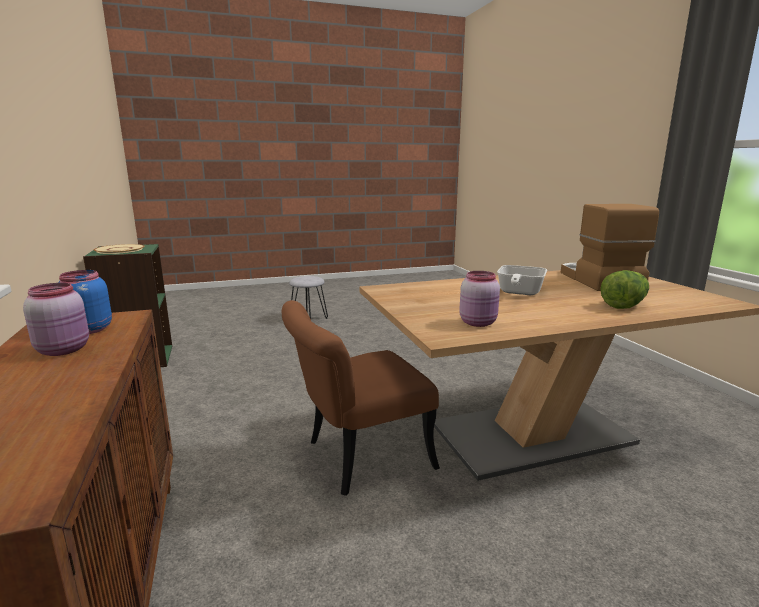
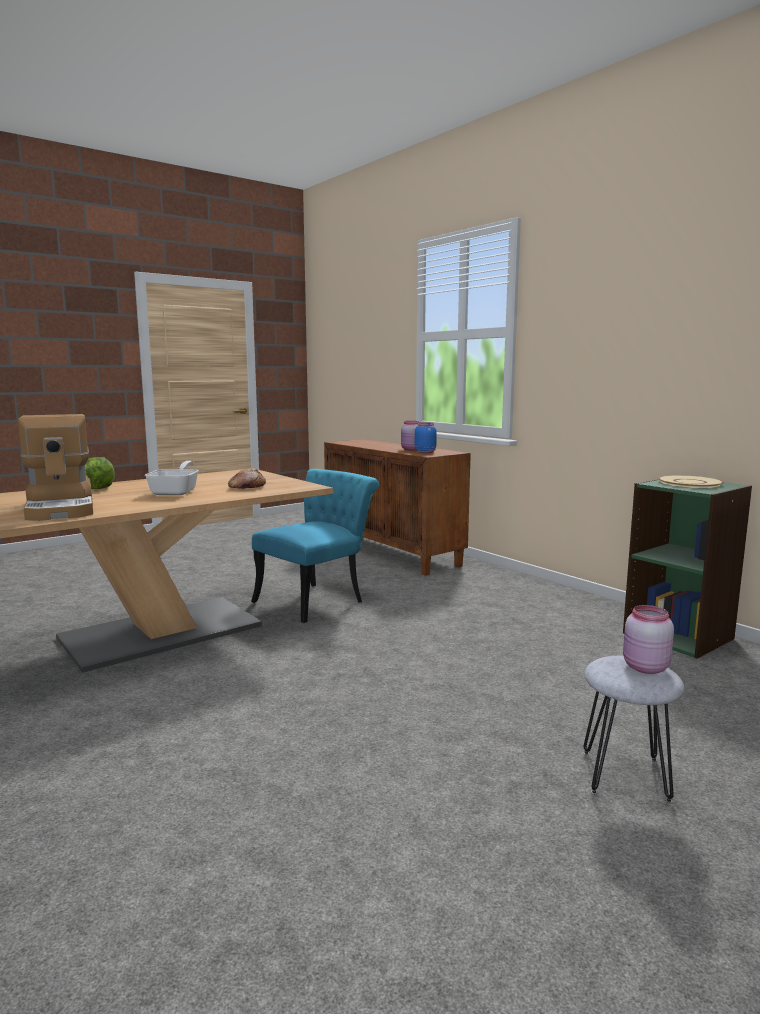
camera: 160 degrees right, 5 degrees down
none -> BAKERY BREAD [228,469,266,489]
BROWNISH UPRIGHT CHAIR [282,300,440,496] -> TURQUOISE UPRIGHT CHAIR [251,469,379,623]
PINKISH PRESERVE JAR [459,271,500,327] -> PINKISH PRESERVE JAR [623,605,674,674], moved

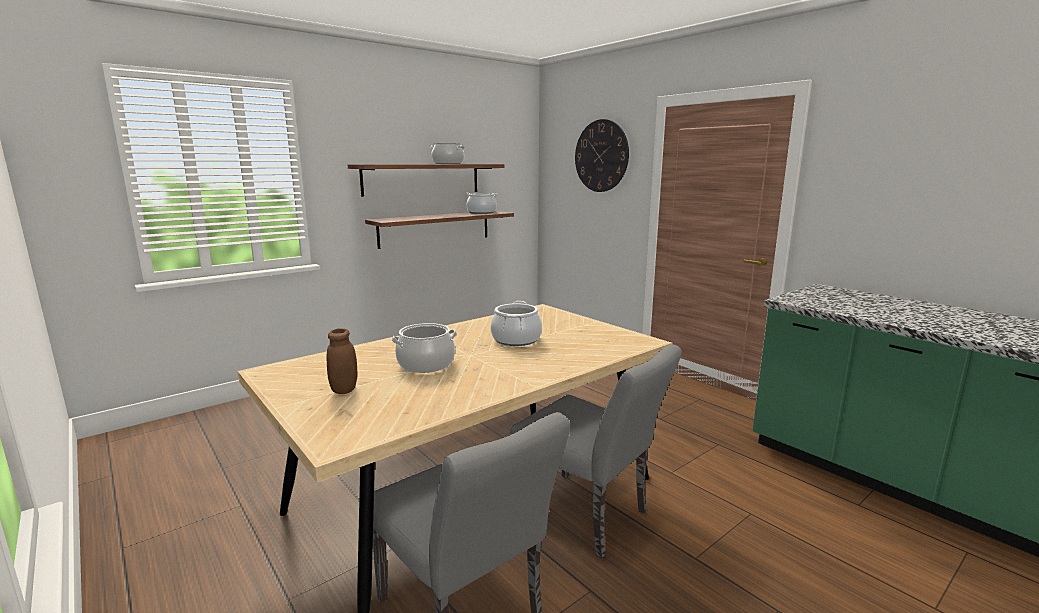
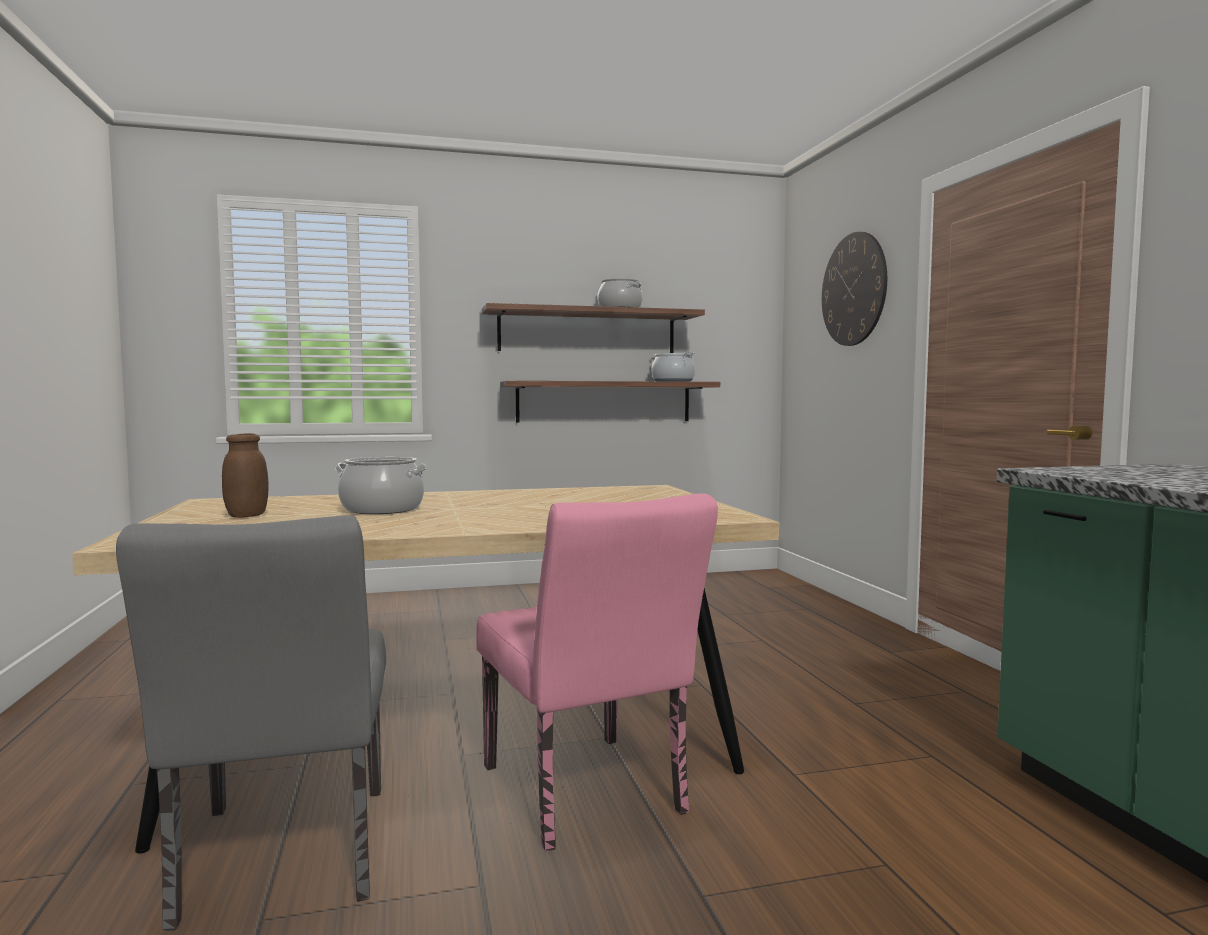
camera: 25 degrees right, 10 degrees down
GREY UPRIGHT CHAIR [510,344,682,558] -> PINKISH UPRIGHT CHAIR [476,493,718,851]
SAUCEPOT [490,301,542,346] -> none

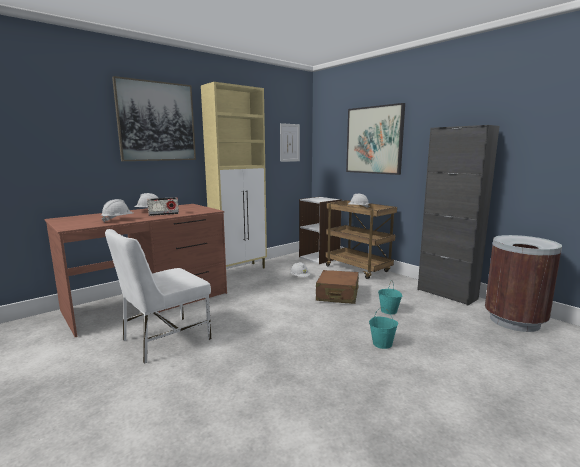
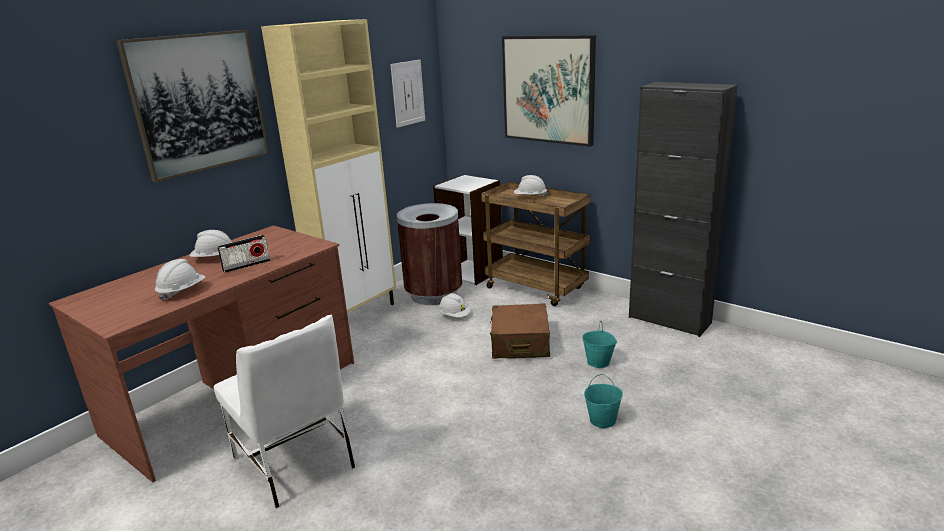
camera: 10 degrees left, 10 degrees up
WHITE-COLOURED UPRIGHT CHAIR [105,229,211,364] -> WHITE-COLOURED UPRIGHT CHAIR [214,315,355,509], 75 degrees counterclockwise
BROWNISH TRASH CAN [485,235,562,332] -> BROWNISH TRASH CAN [397,203,462,305], moved

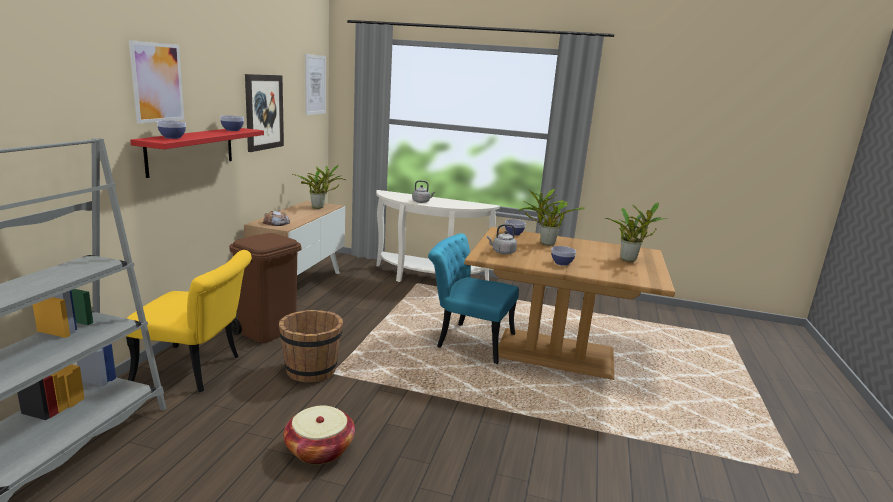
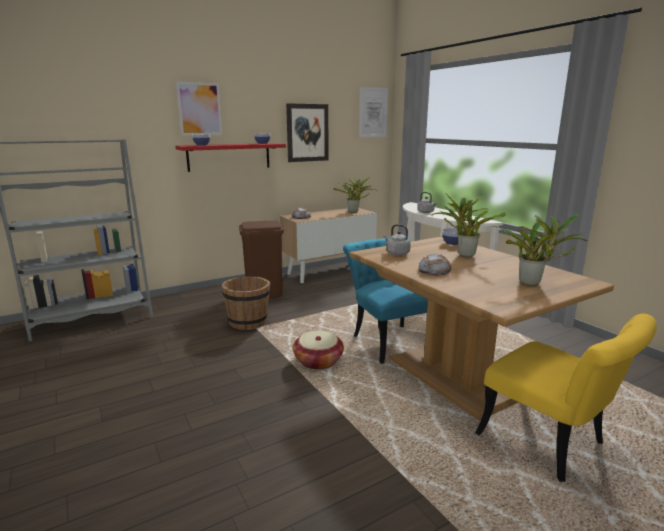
camera: 45 degrees right, 0 degrees up
BASKET [284,406,355,465] -> BASKET [293,331,344,370], moved
BOWL [551,246,576,266] -> BAKERY BREAD [419,254,452,276]
YELLOW-COLOURED UPRIGHT CHAIR [126,250,252,392] -> YELLOW-COLOURED UPRIGHT CHAIR [475,314,657,482], moved

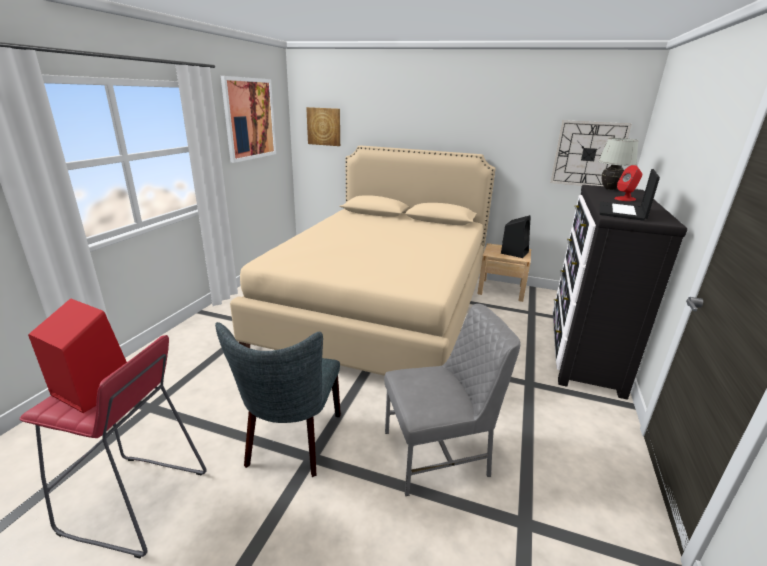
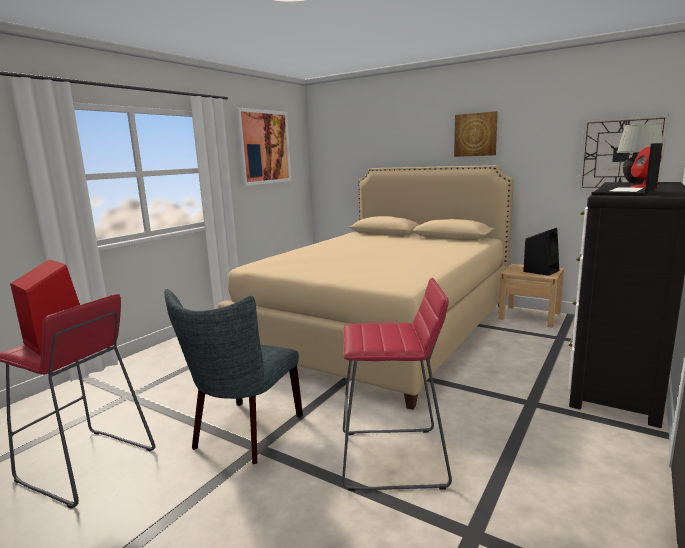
camera: 15 degrees right, 10 degrees down
GREY UPRIGHT CHAIR [384,304,521,496] -> RED STOOL SEAT [342,278,452,491]
PICTURE [306,107,340,146] -> PICTURE [454,111,498,157], moved

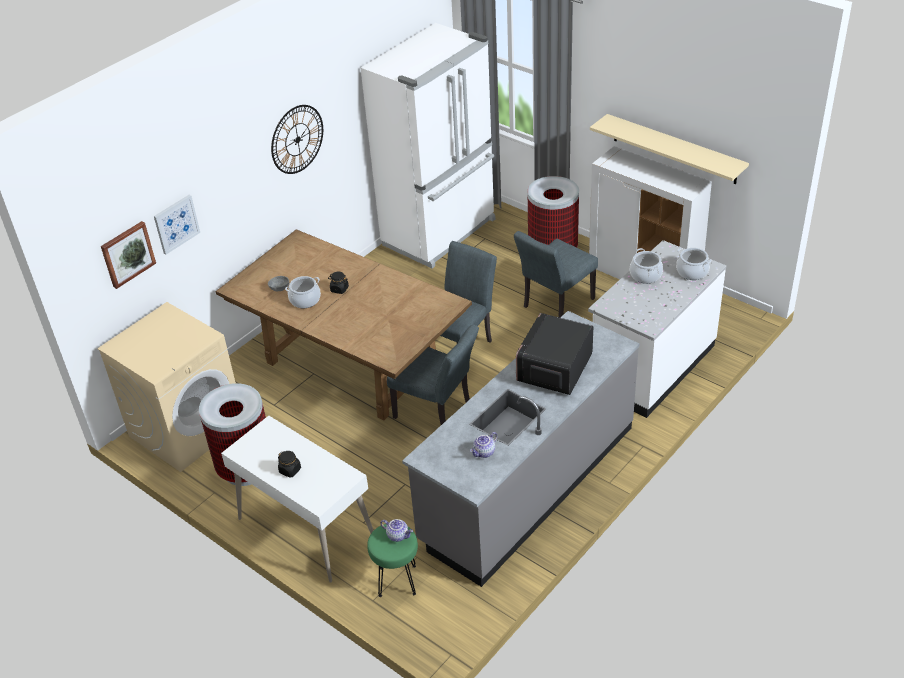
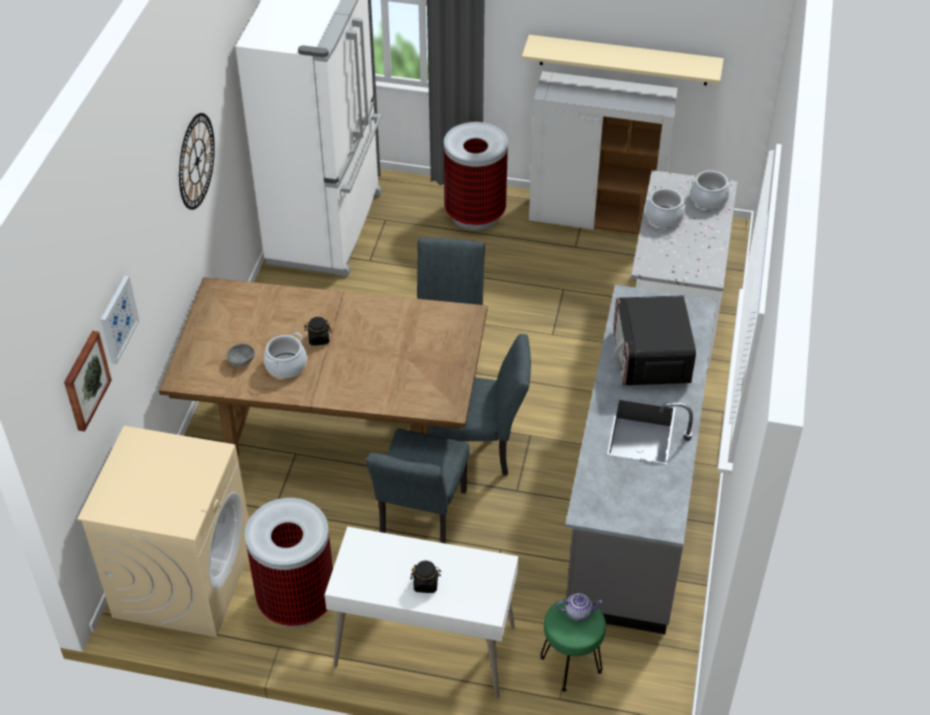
camera: 30 degrees left, 5 degrees up
GREY UPRIGHT CHAIR [514,231,598,318] -> GREY UPRIGHT CHAIR [366,429,470,544], moved
POT FOR TEA [470,432,497,458] -> none

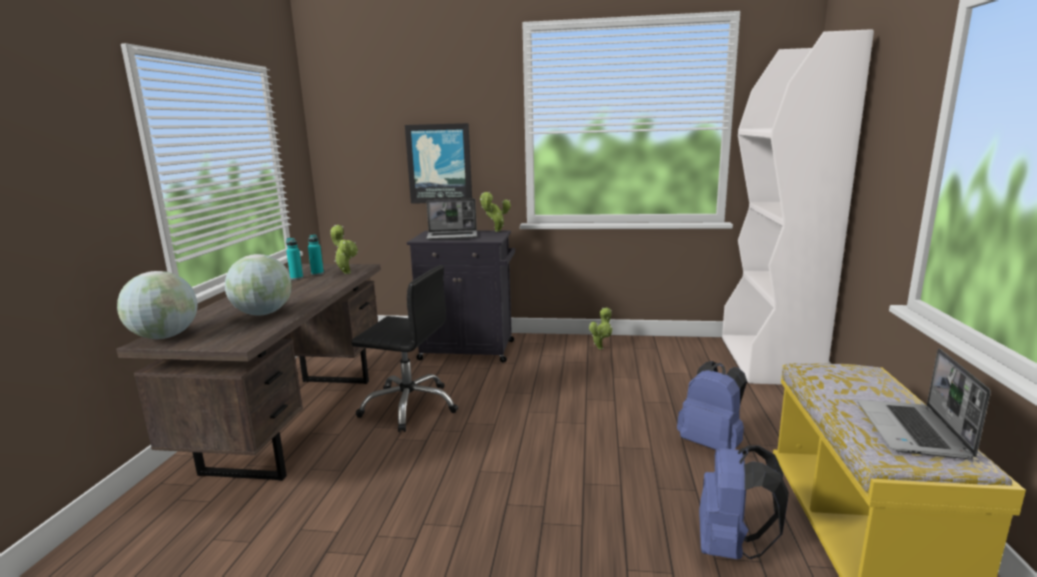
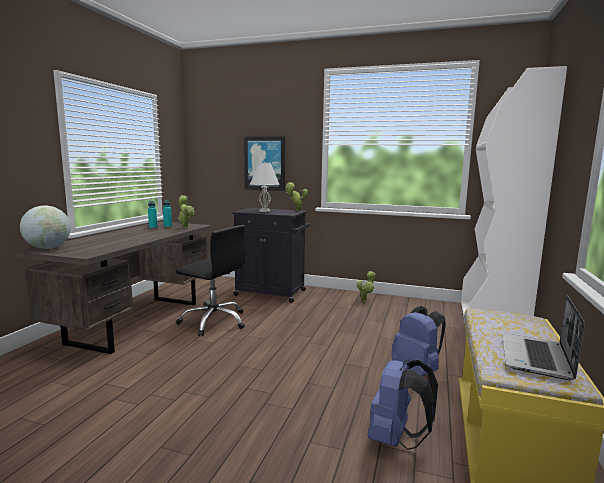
camera: 10 degrees right, 5 degrees down
LAPTOP [426,198,477,240] -> WHITE-COLOURED LAMP FOR A TABLE [250,162,280,212]
DESK GLOBE [225,254,292,316] -> none

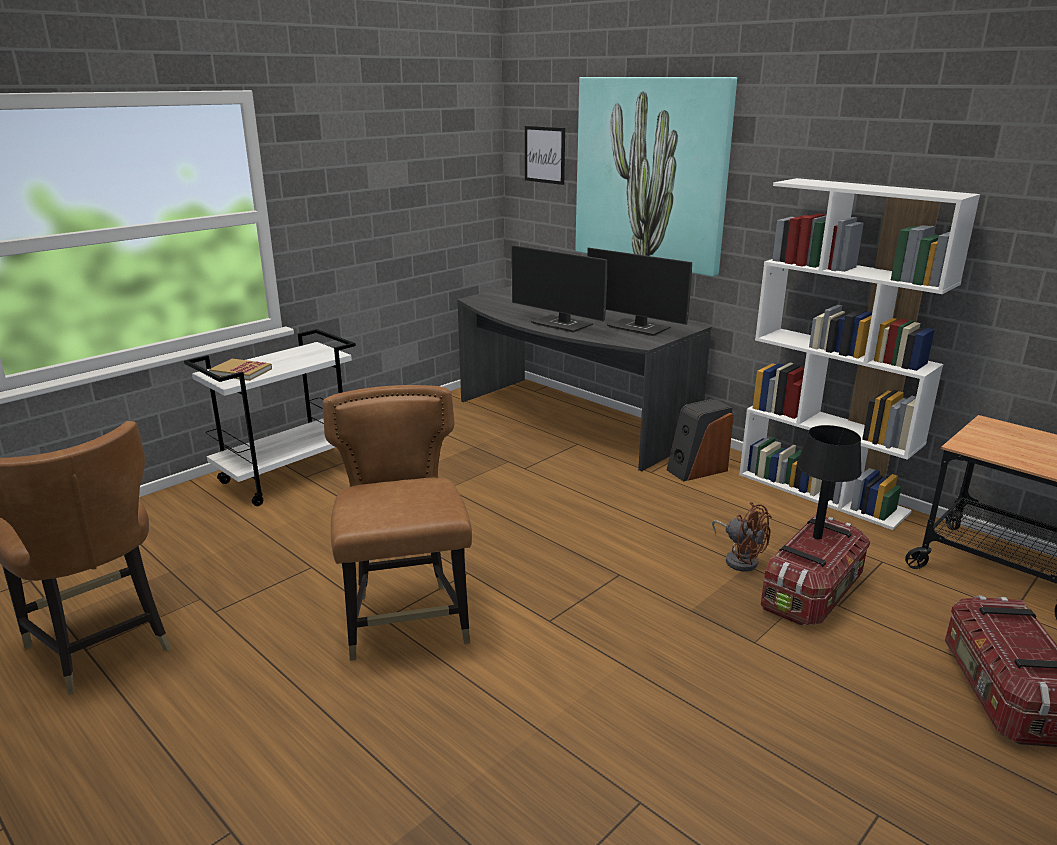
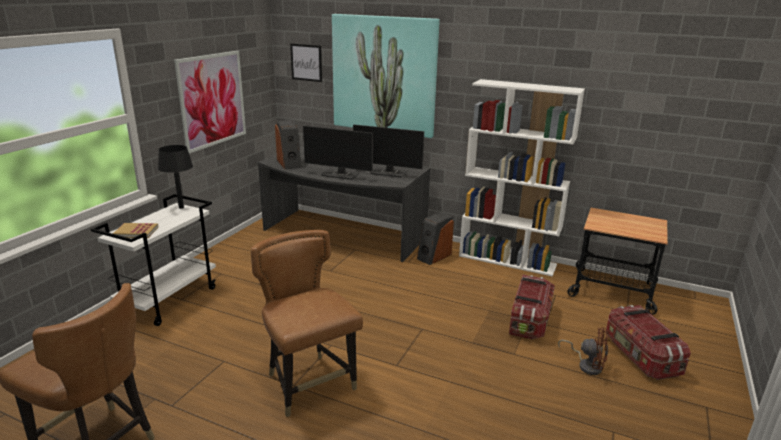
camera: 20 degrees left, 0 degrees up
BLACKISH LAMP FOR A TABLE [797,425,862,539] -> BLACKISH LAMP FOR A TABLE [158,145,193,209], moved
none -> PICTURE [174,51,246,154]
none -> LOUDSPEAKER [275,120,301,169]
BROWNISH FAN [712,502,772,572] -> BROWNISH FAN [558,327,608,375], moved

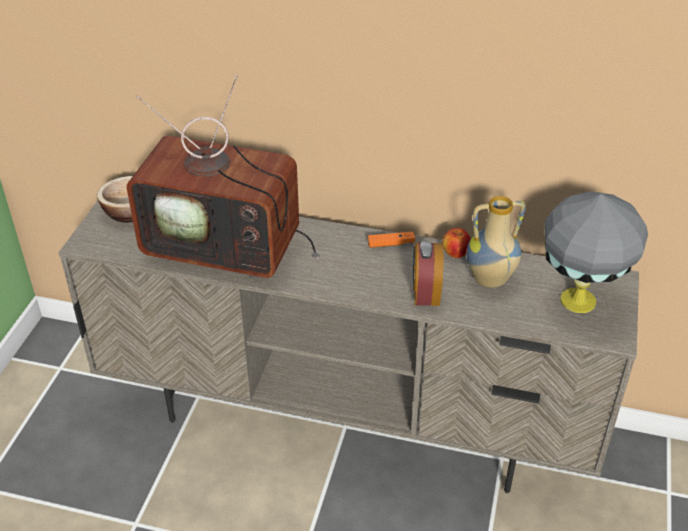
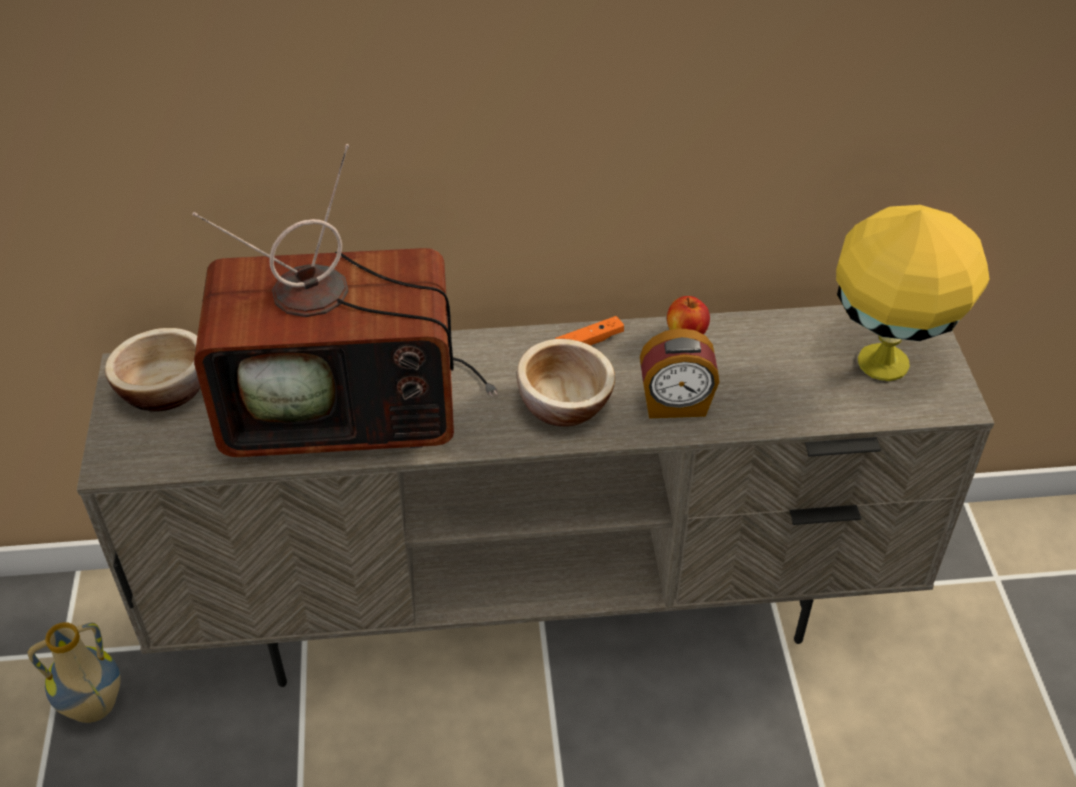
camera: 20 degrees left, 5 degrees up
FLOWER VASE [466,196,526,288] -> FLOWER VASE [27,622,121,723], moved
none -> BOWL [517,339,615,427]
ALARM CLOCK [413,241,443,306] -> ALARM CLOCK [640,328,719,418], 75 degrees counterclockwise
GREY LAMP FOR A TABLE [544,191,648,313] -> YELLOW-COLOURED LAMP FOR A TABLE [836,205,990,381]

